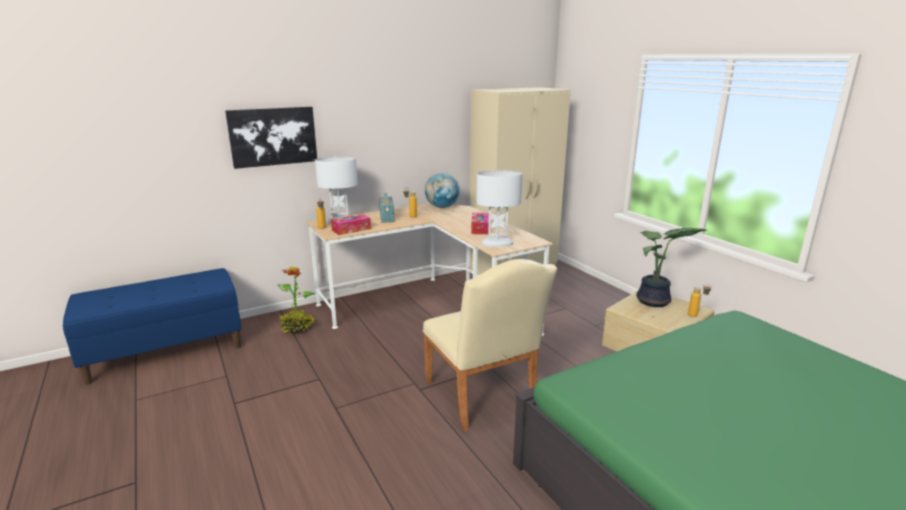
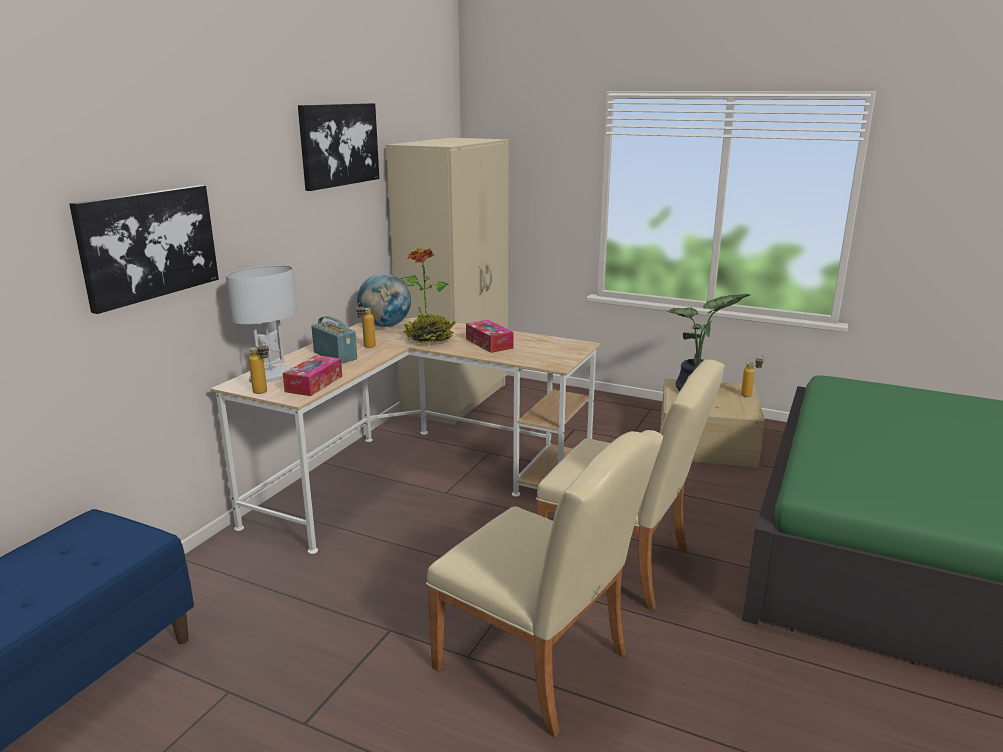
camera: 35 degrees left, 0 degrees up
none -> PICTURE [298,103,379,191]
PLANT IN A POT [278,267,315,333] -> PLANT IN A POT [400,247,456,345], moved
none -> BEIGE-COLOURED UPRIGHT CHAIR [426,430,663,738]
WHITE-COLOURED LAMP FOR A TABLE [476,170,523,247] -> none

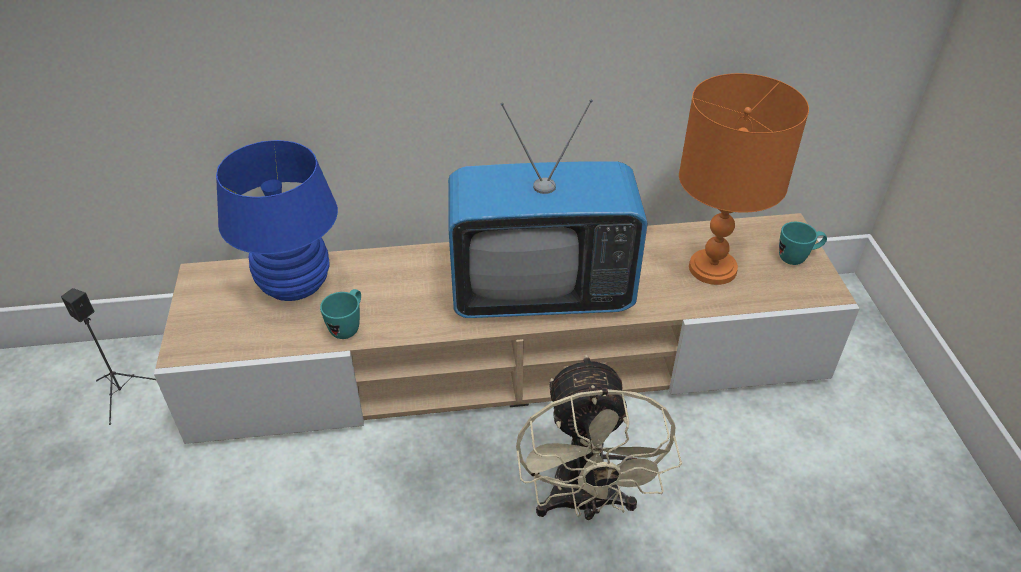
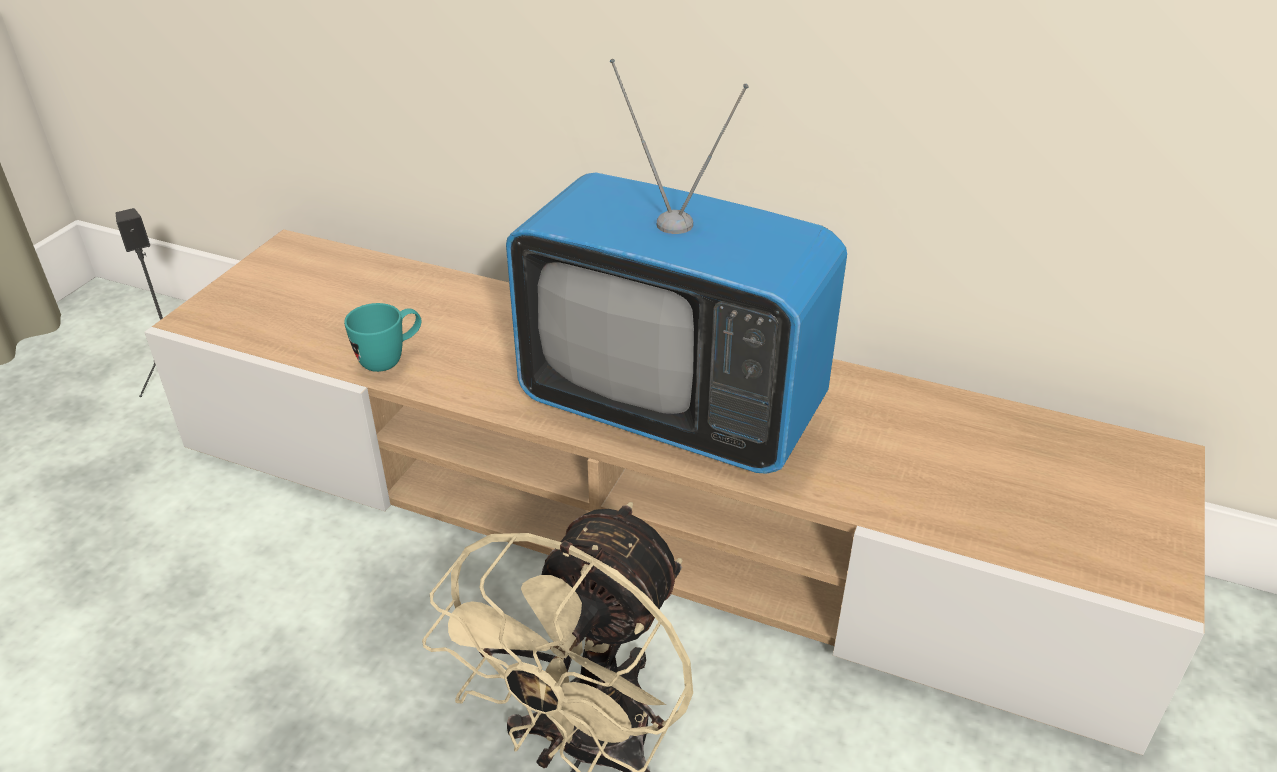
camera: 30 degrees right, 5 degrees down
BLUISH LAMP FOR A TABLE [216,140,338,301] -> none
ORANGE LAMP FOR A TABLE [679,73,809,285] -> none
TURQUOISE TEA MUG [779,222,827,265] -> none

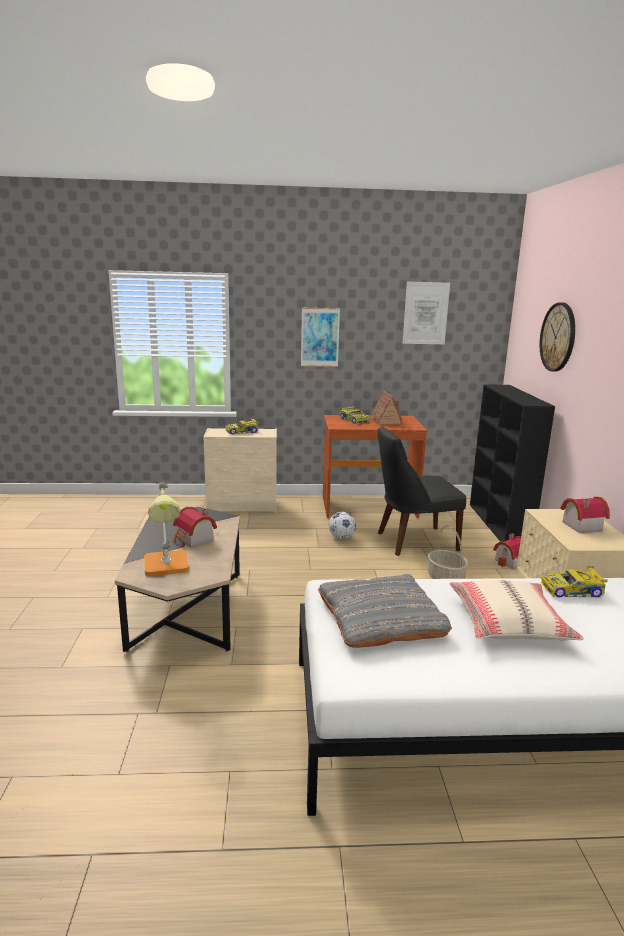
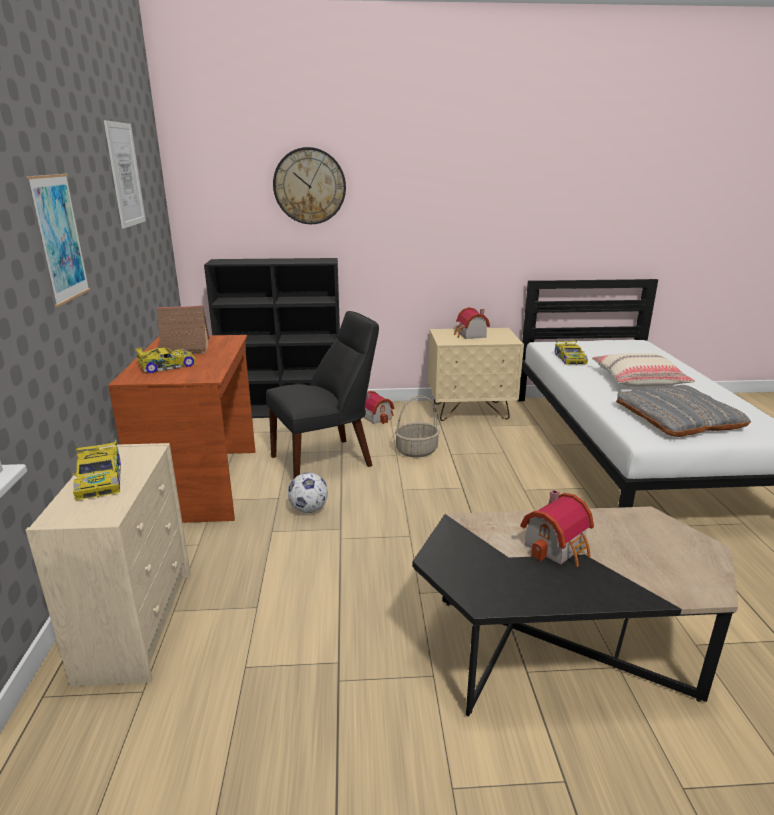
camera: 90 degrees left, 5 degrees up
BLACKISH UPRIGHT CHAIR [377,427,466,556] -> BLACKISH UPRIGHT CHAIR [266,311,379,478], 105 degrees counterclockwise
LAMP FOR A TABLE [144,482,189,576] -> none

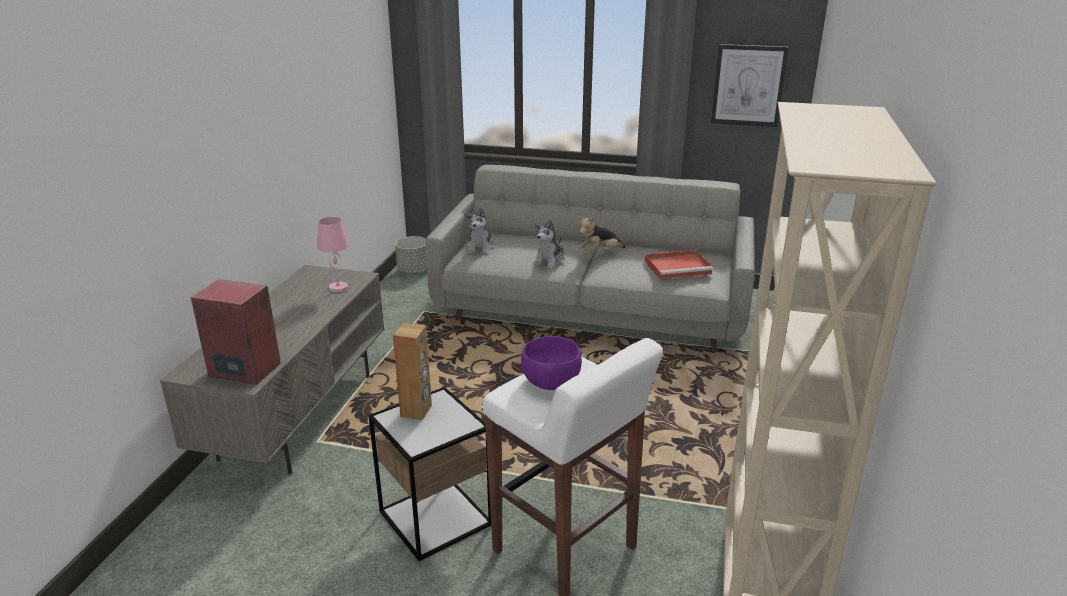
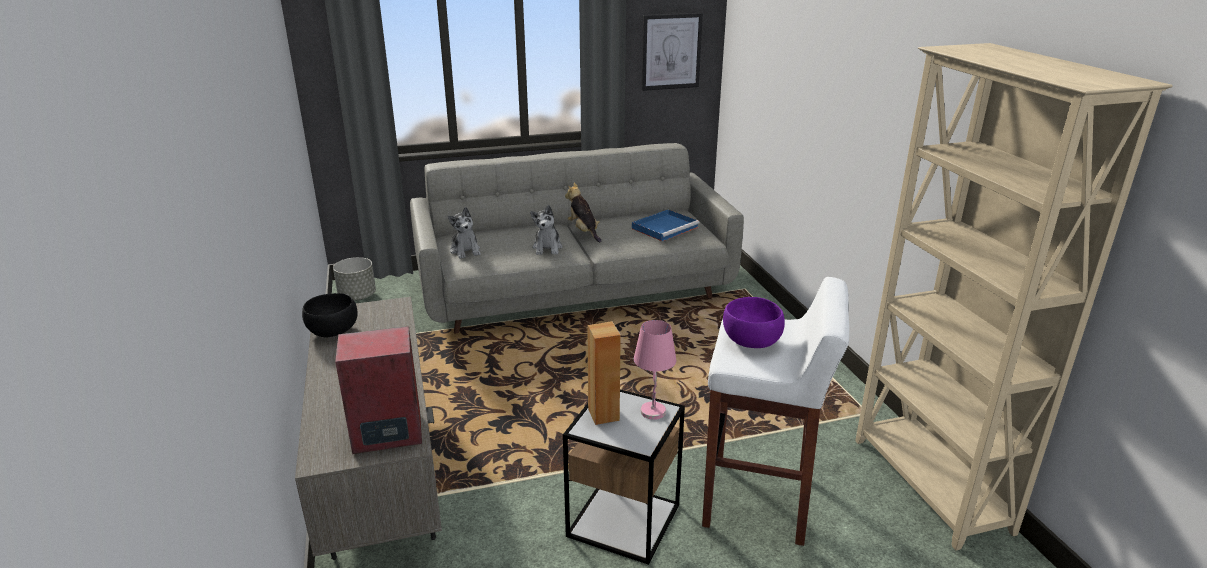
camera: 30 degrees left, 0 degrees up
none -> BLACKISH BOWL [302,293,357,338]
PLUSH TOY [578,216,625,255] -> PLUSH TOY [565,183,602,243], 120 degrees clockwise
RED TRAY [644,250,713,279] -> BLUISH TRAY [632,210,699,241]
PINKISH LAMP FOR A TABLE [317,217,349,292] -> PINKISH LAMP FOR A TABLE [634,320,676,420], moved

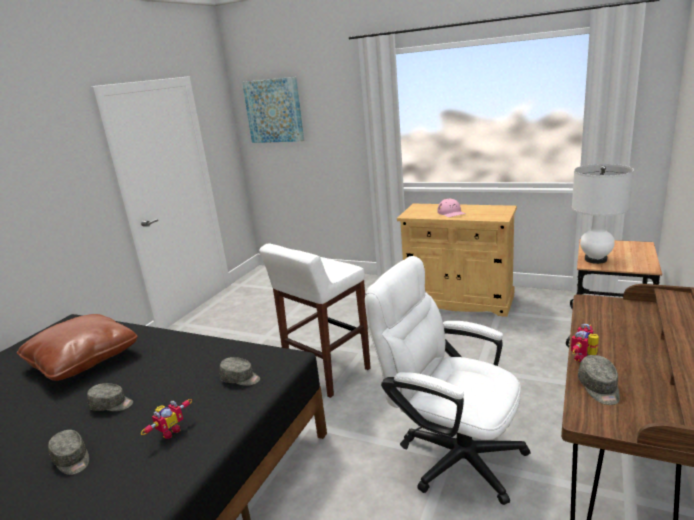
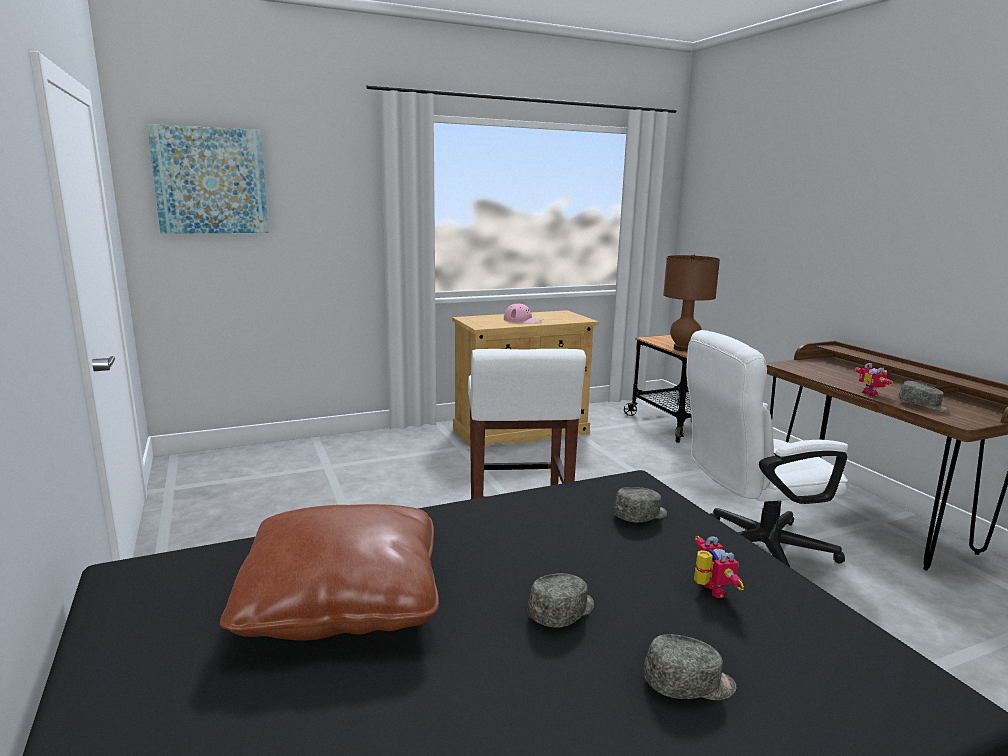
camera: 50 degrees left, 5 degrees down
WHITE-COLOURED LAMP FOR A TABLE [572,164,634,264] -> BROWNISH LAMP FOR A TABLE [663,254,720,351]

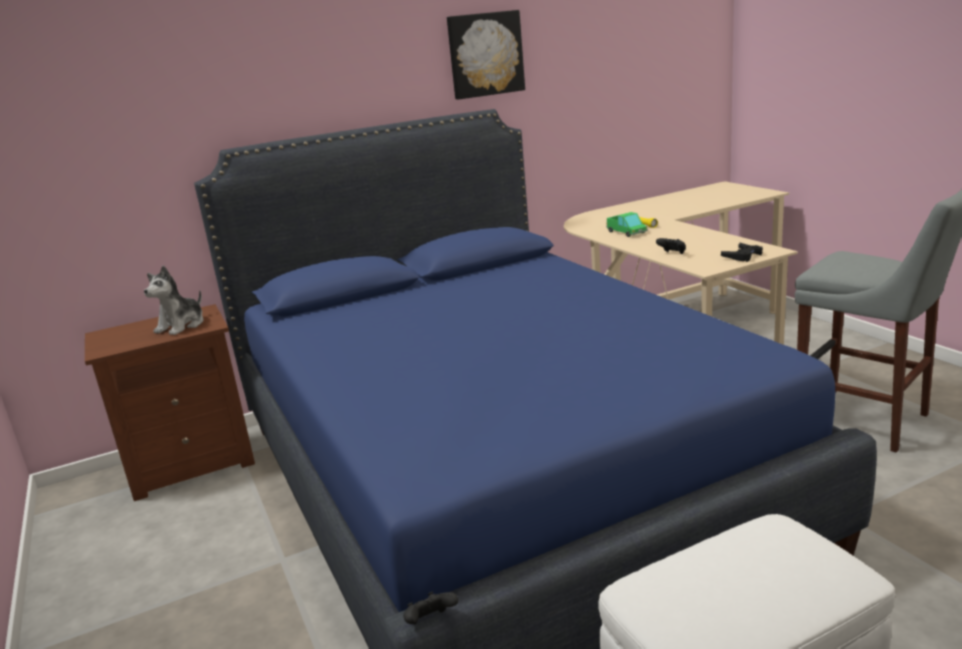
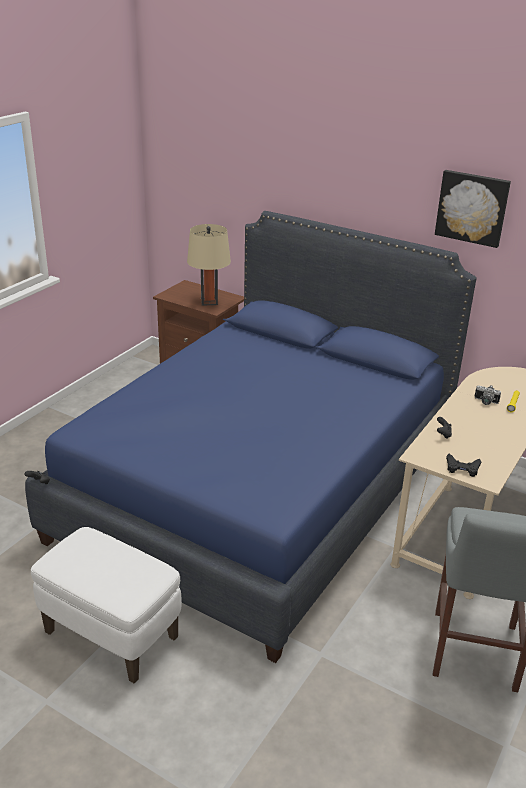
camera: 55 degrees right, 10 degrees up
PLUSH TOY [144,265,203,335] -> BEIGE-COLOURED LAMP FOR A TABLE [187,224,231,306]
TOY LORRY [606,212,648,237] -> STILL CAMERA [475,385,501,405]

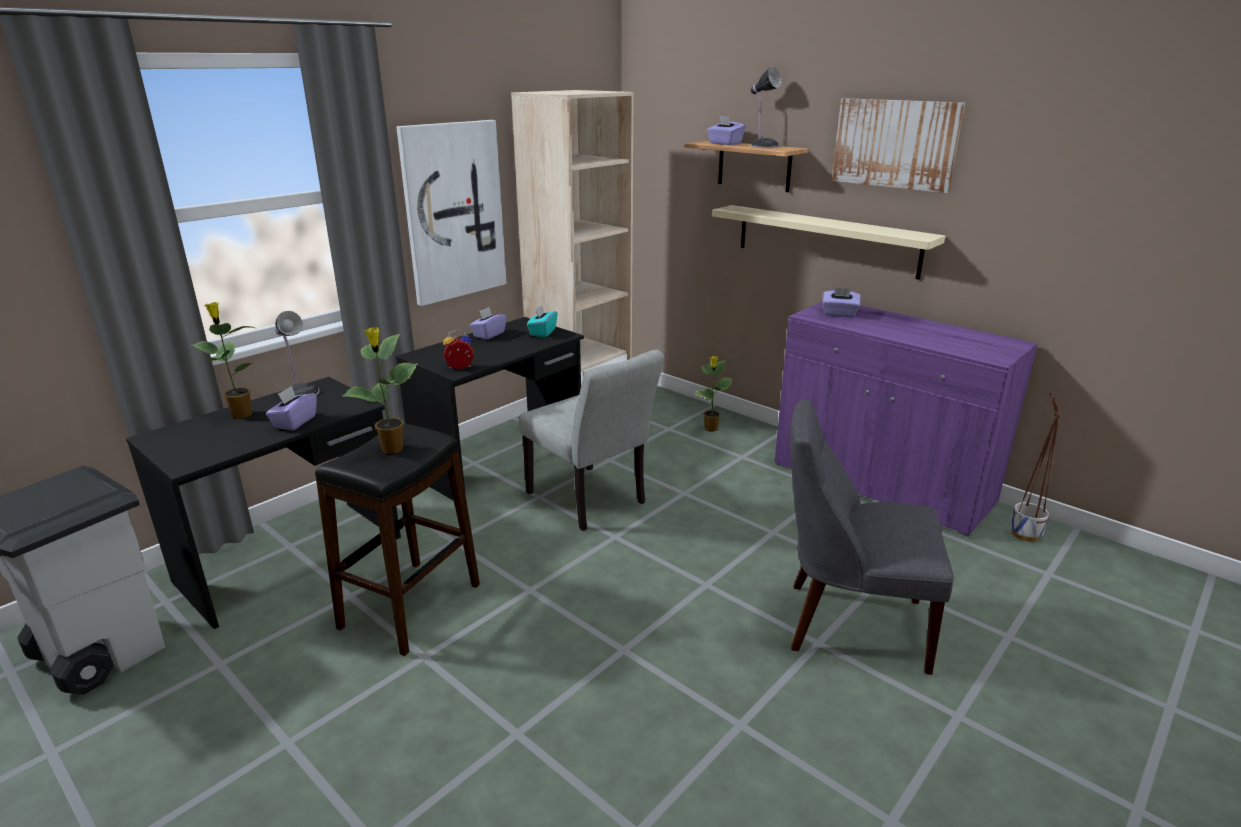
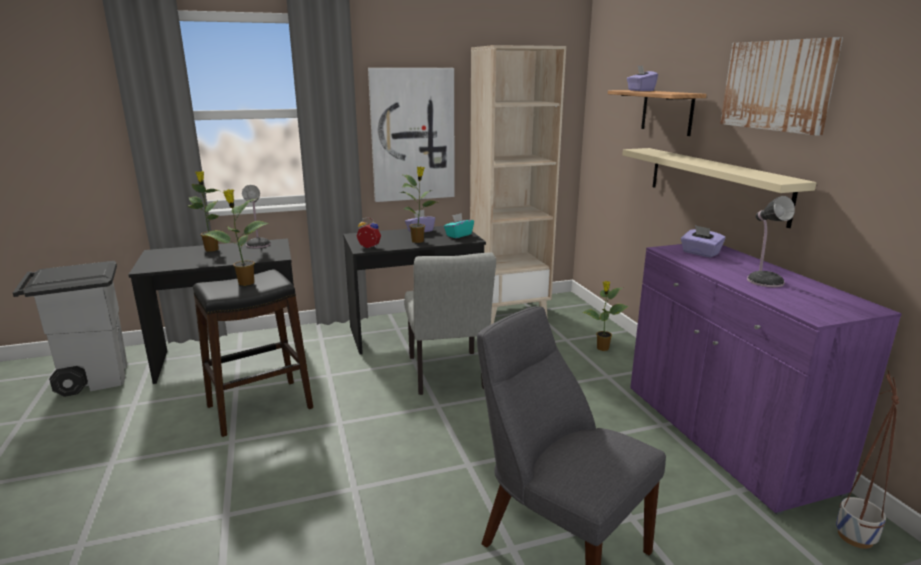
camera: 30 degrees right, 5 degrees down
none -> PLANT IN A POT [400,166,436,243]
LAMP FOR A TABLE [750,67,781,148] -> LAMP FOR A TABLE [747,196,795,287], moved
PURPLE BOX OF TISSUES [266,386,317,431] -> none

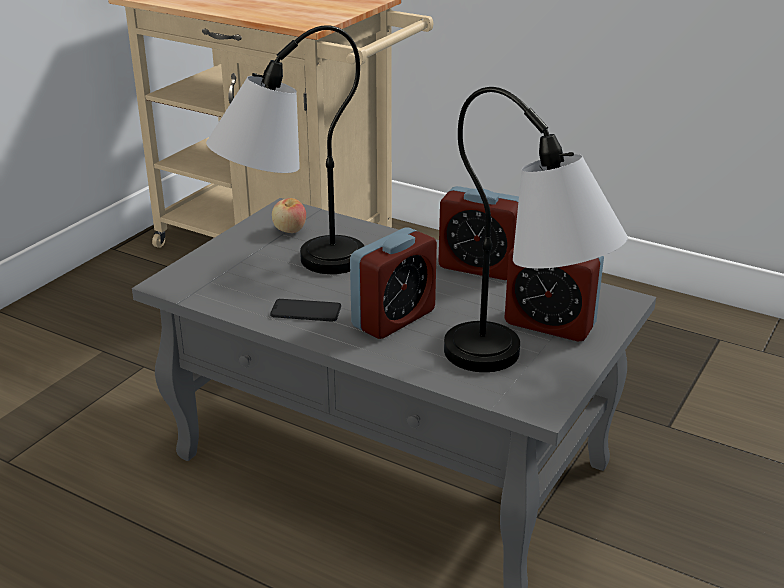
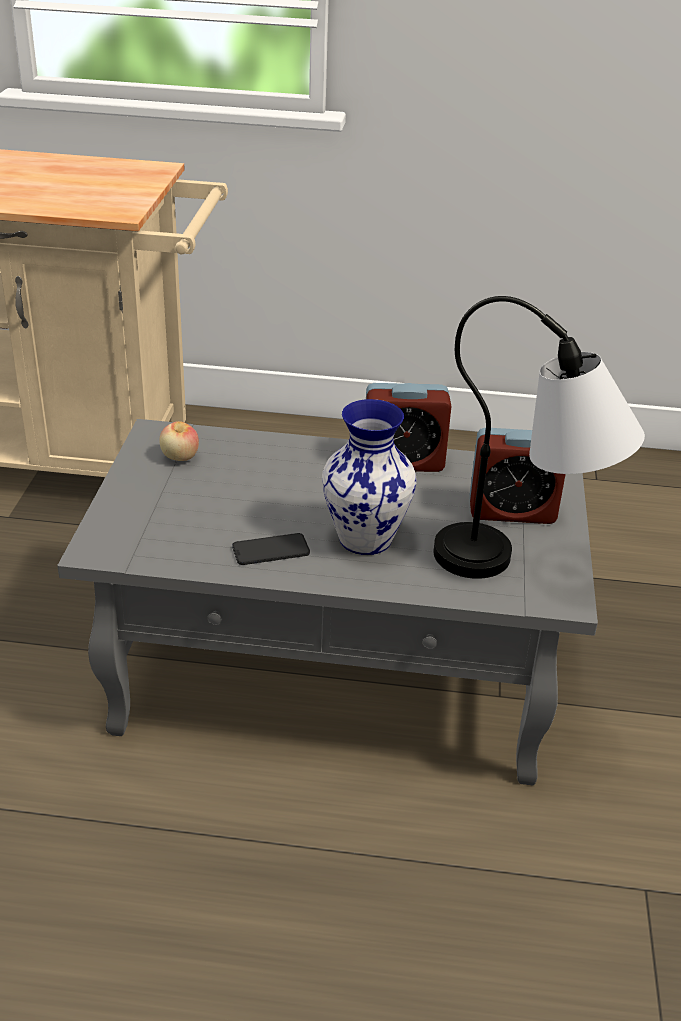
camera: 25 degrees left, 5 degrees up
ALARM CLOCK [350,227,437,339] -> FLOWER VASE [322,399,416,555]
LAMP FOR A TABLE [206,25,364,274] -> none

